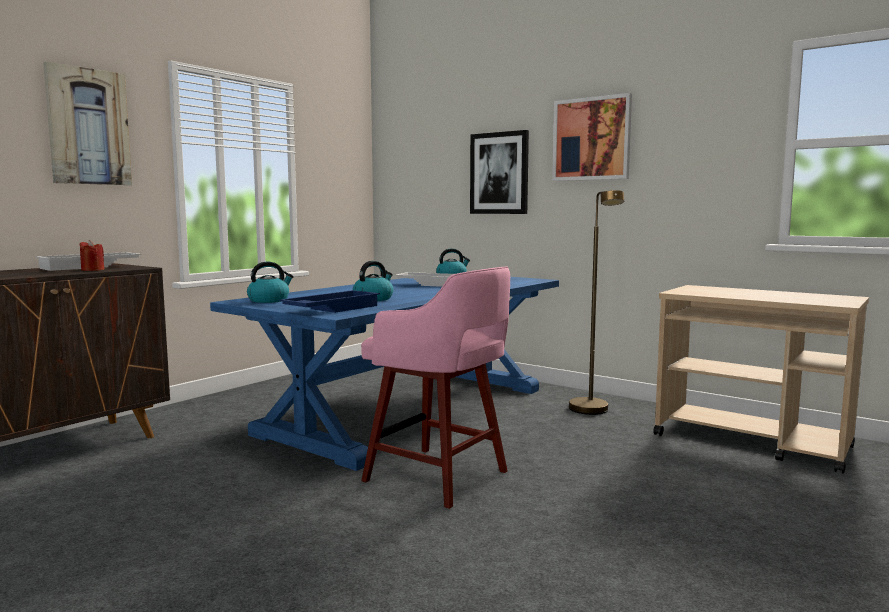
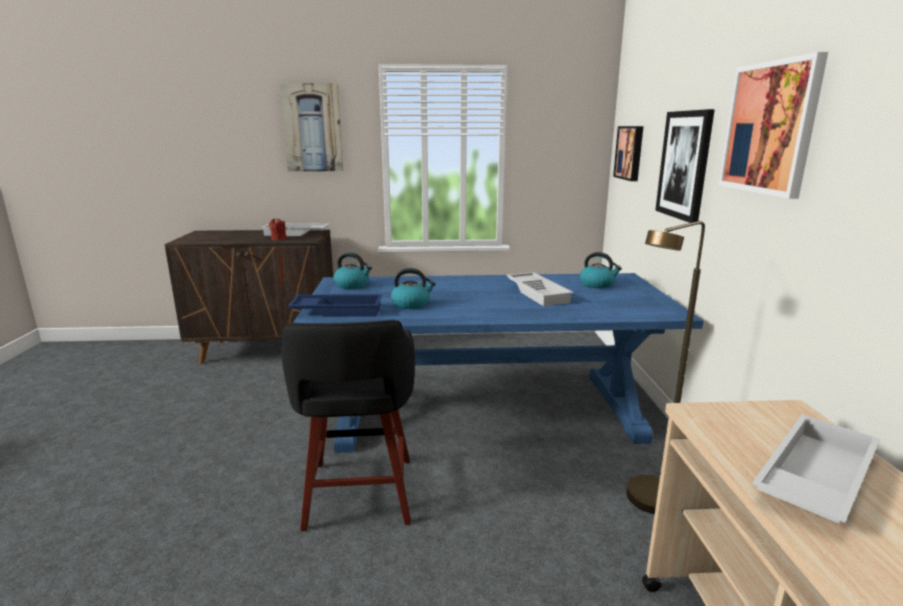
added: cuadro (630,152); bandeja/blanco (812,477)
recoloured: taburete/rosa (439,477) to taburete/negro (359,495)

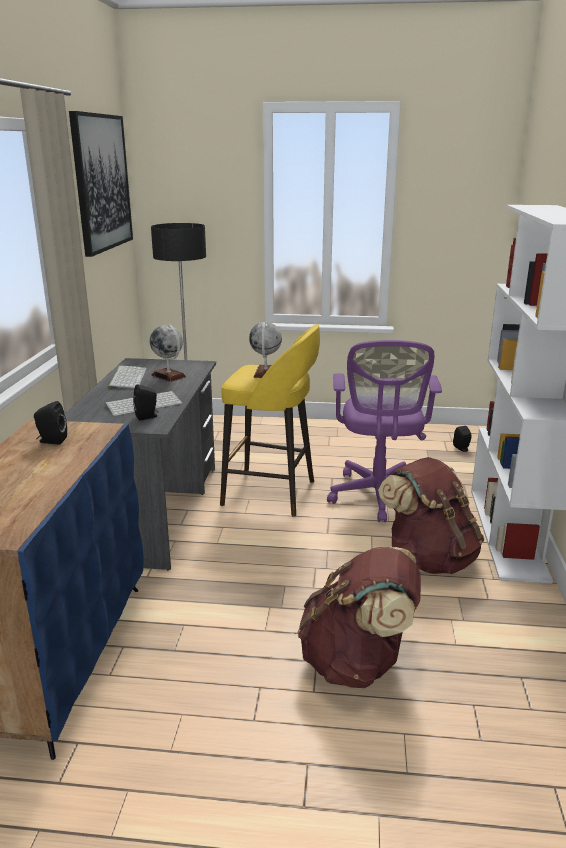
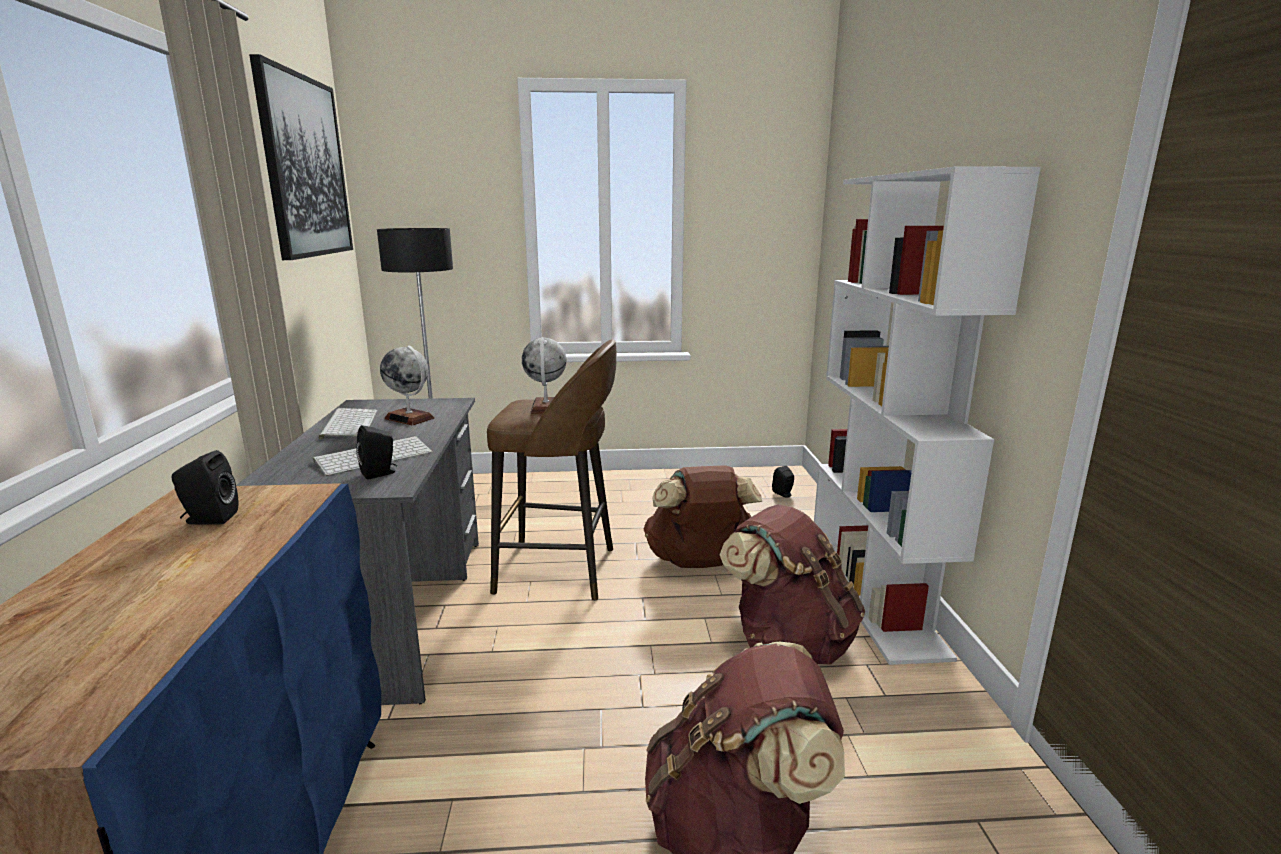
replaced: silla de oficina/morado (378,497) to mochila/marrón (700,563)
recoloured: taburete/amarillo (272,494) to taburete/marrón (560,571)

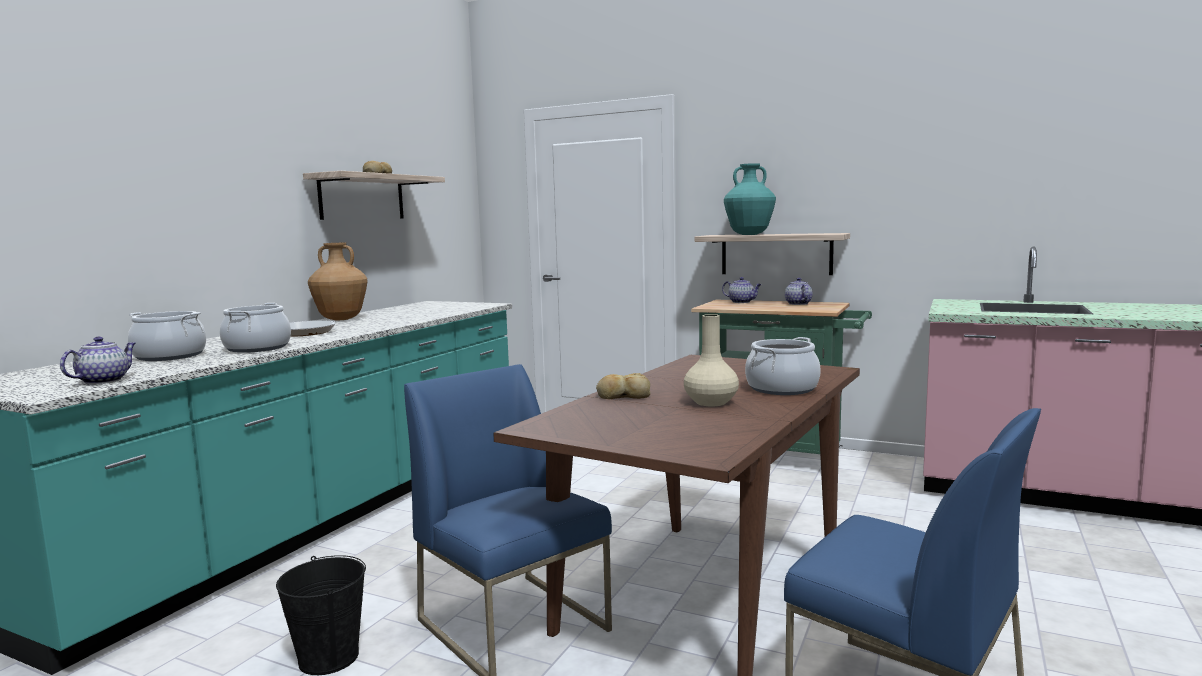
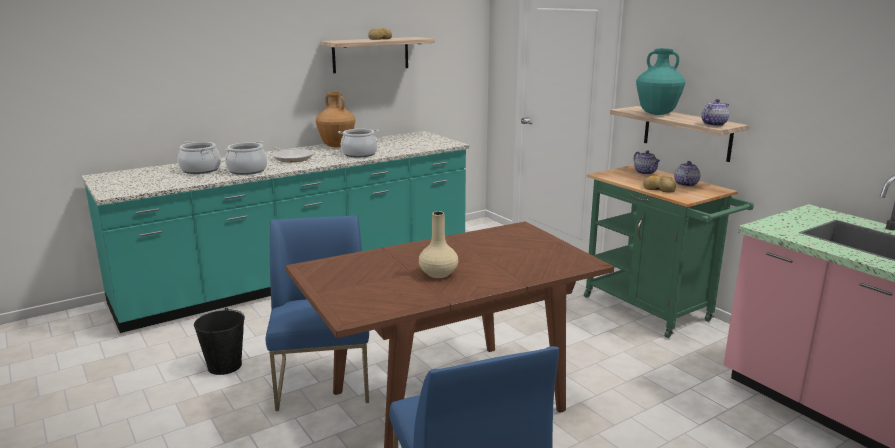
moved: tetera (104,381) to (713,124); pan (623,396) to (658,189); olla (781,388) to (359,154)

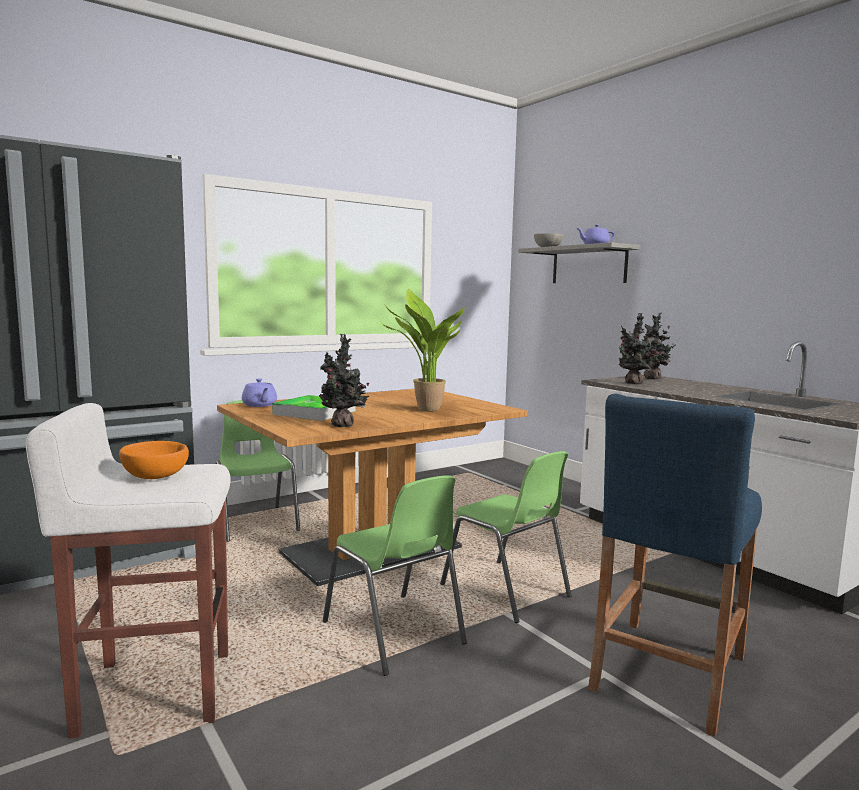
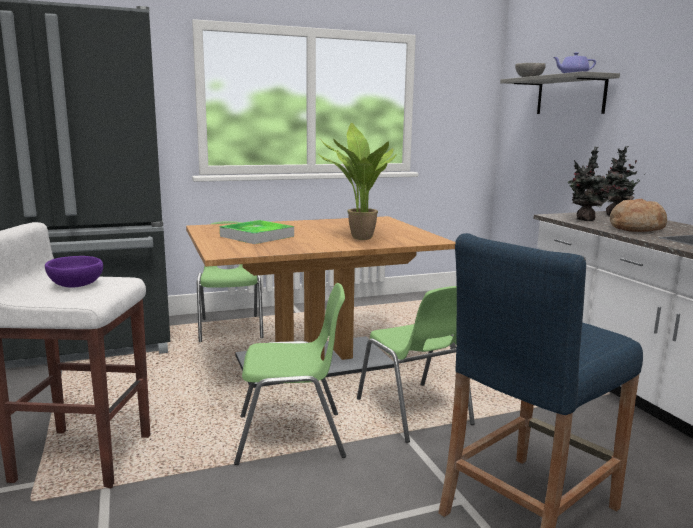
removed: tetera/morado (259,405); planta en maceta (343,425)
added: pan (636,228)
recoloured: cuenco/naranja (154,476) to cuenco/morado (75,285)
turned: silla/verde (394,634) = (292,437) 75 degrees counterclockwise

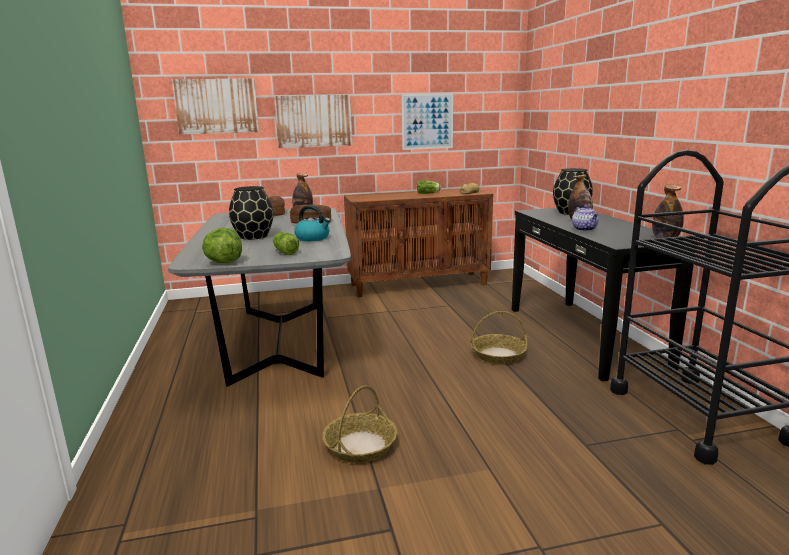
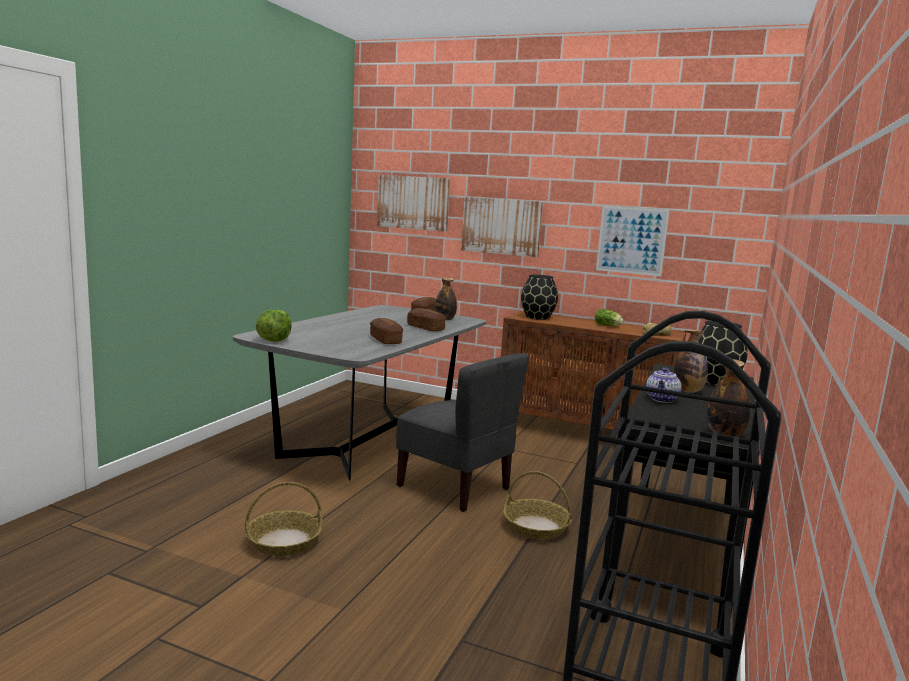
removed: lechuga (285,252)
added: silla/gris (455,487)
moved: florero/negro (253,236) to (537,317)
replaced: hervidor (313,238) to pan (385,340)

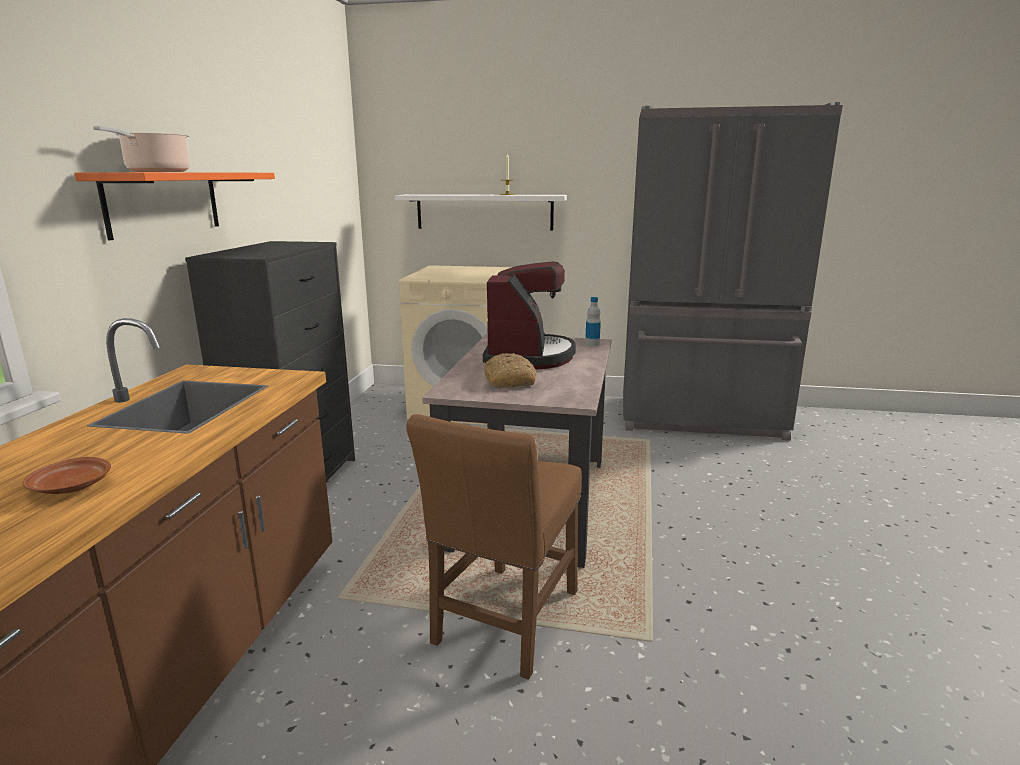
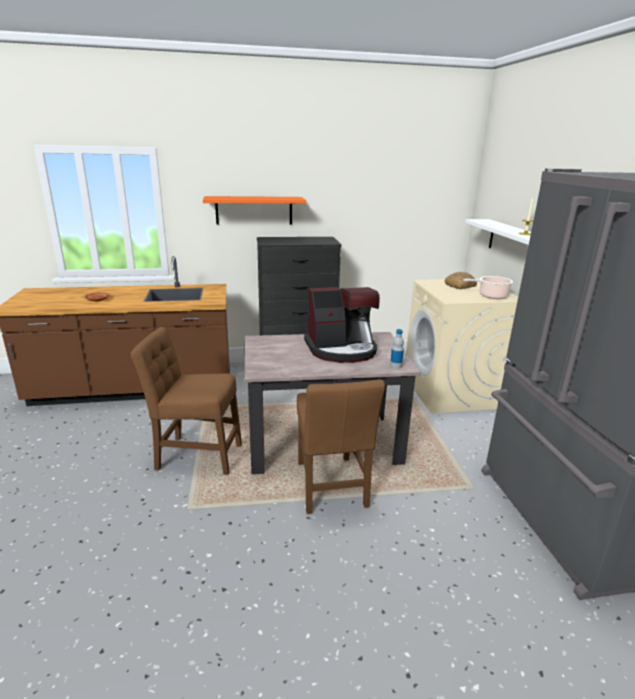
added: silla/marrón (331,487)
moved: olla (156,171) to (491,296); pan (508,380) to (460,286)

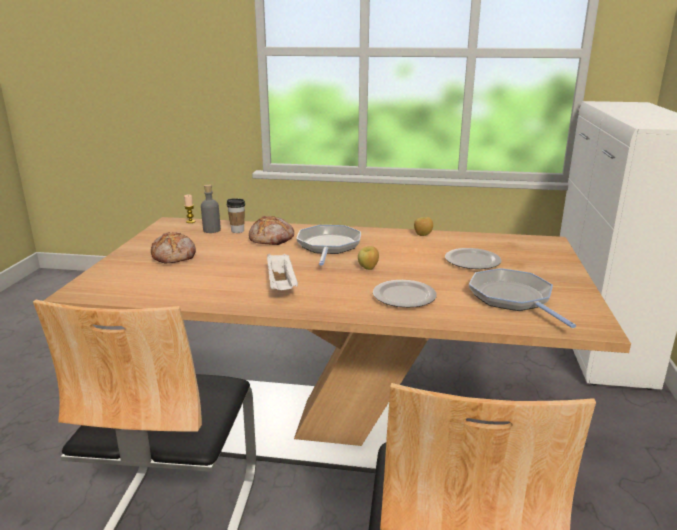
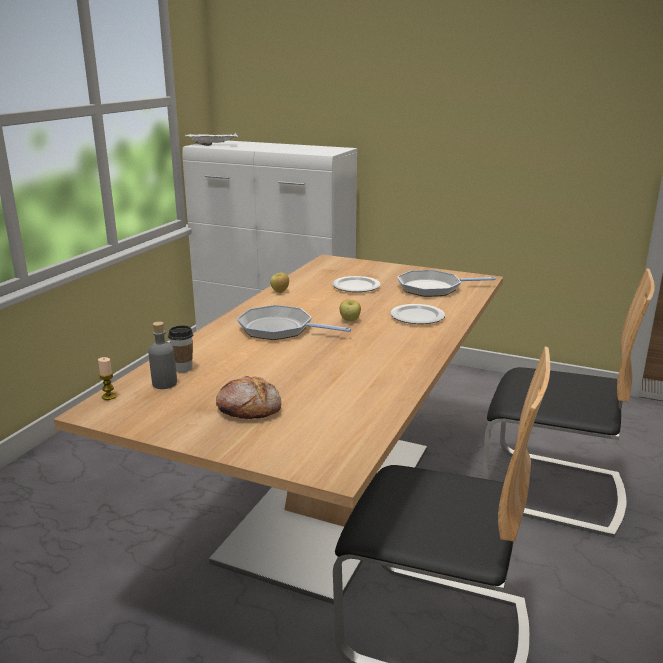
removed: pan (272,239)
moved: bandeja/blanco (282,285) to (213,145)

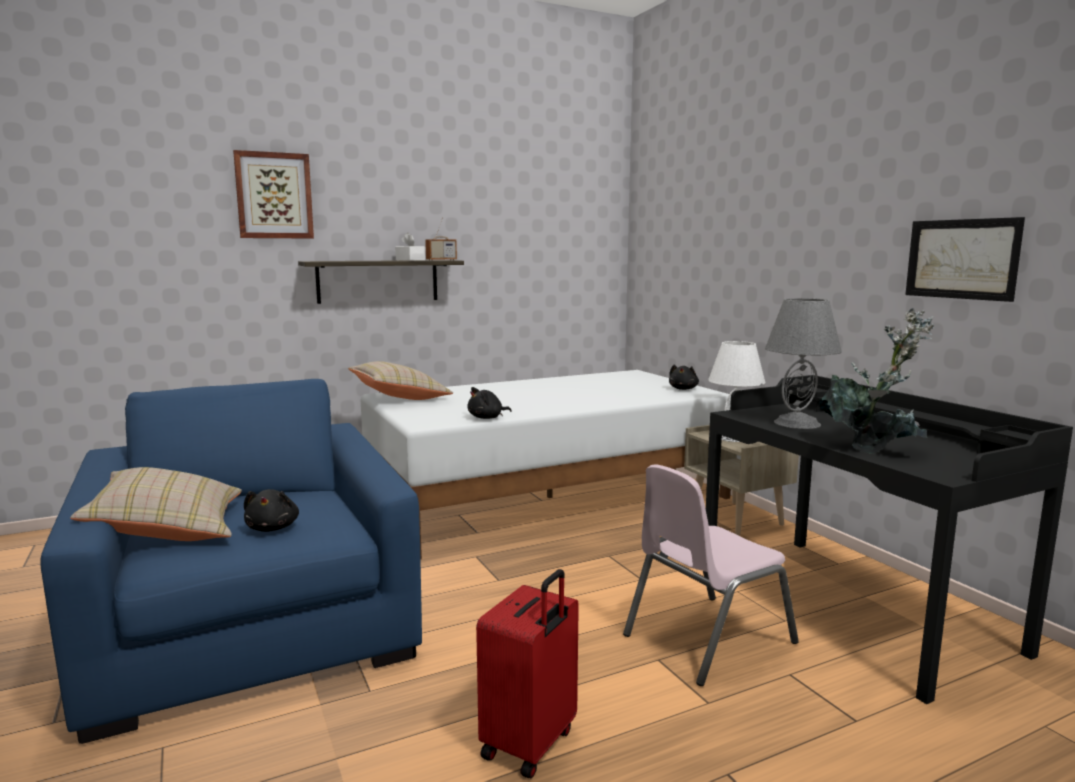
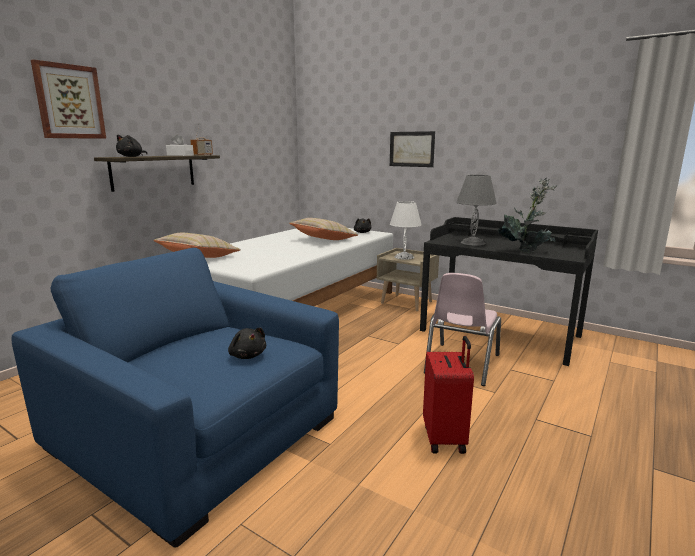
moved: cojín/beis (169,530) to (323,239); peluche/negro (487,418) to (132,156); cuadro (961,259) to (411,149)

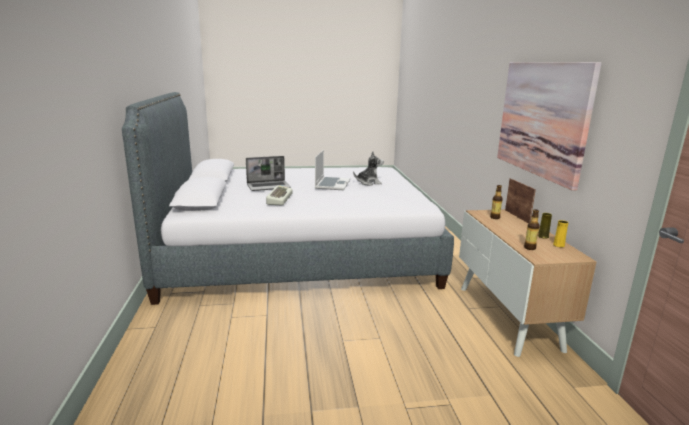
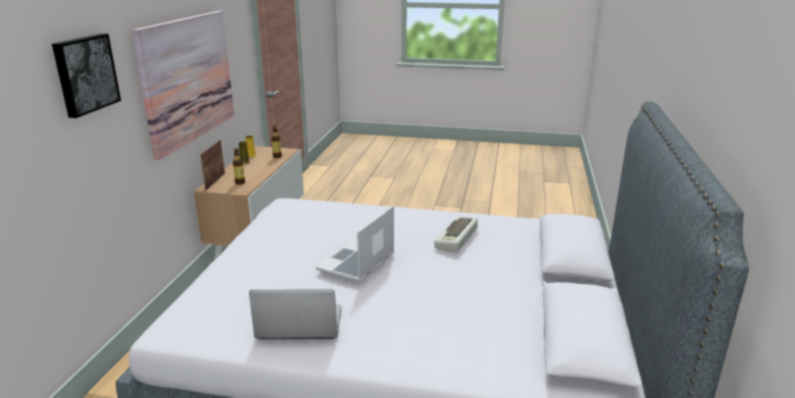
removed: peluche (368,183)
added: cuadro (85,74)
moved: portátil (269,186) to (298,325)

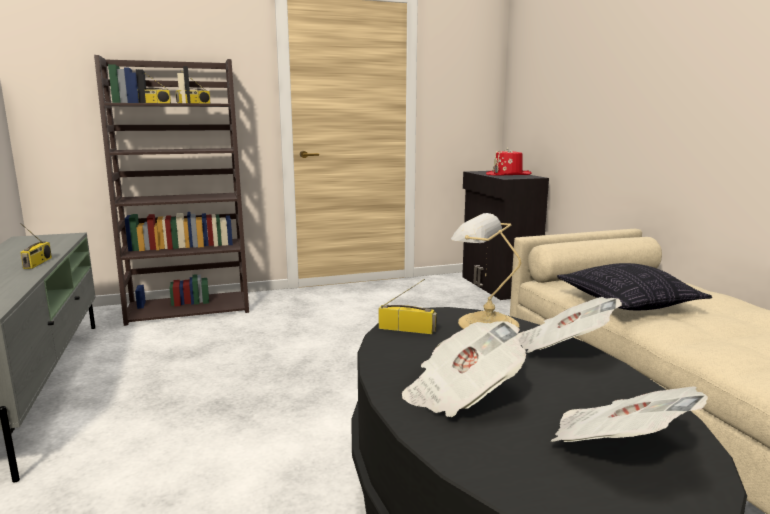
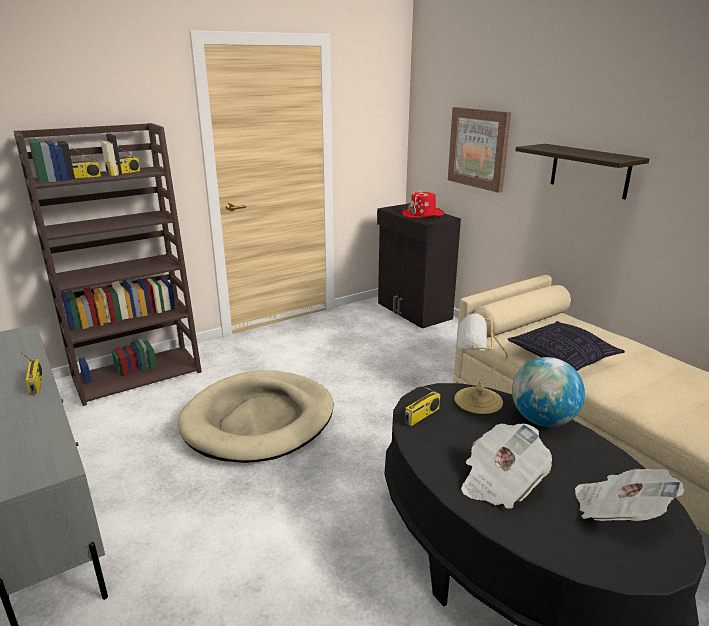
added: cama para perro/beis (259,420); cuadro (479,148); estante (589,171)
replaced: periódico (561,348) to globo terráqueo (542,420)
turned: radio (407,329) = (422,416) 135 degrees clockwise

